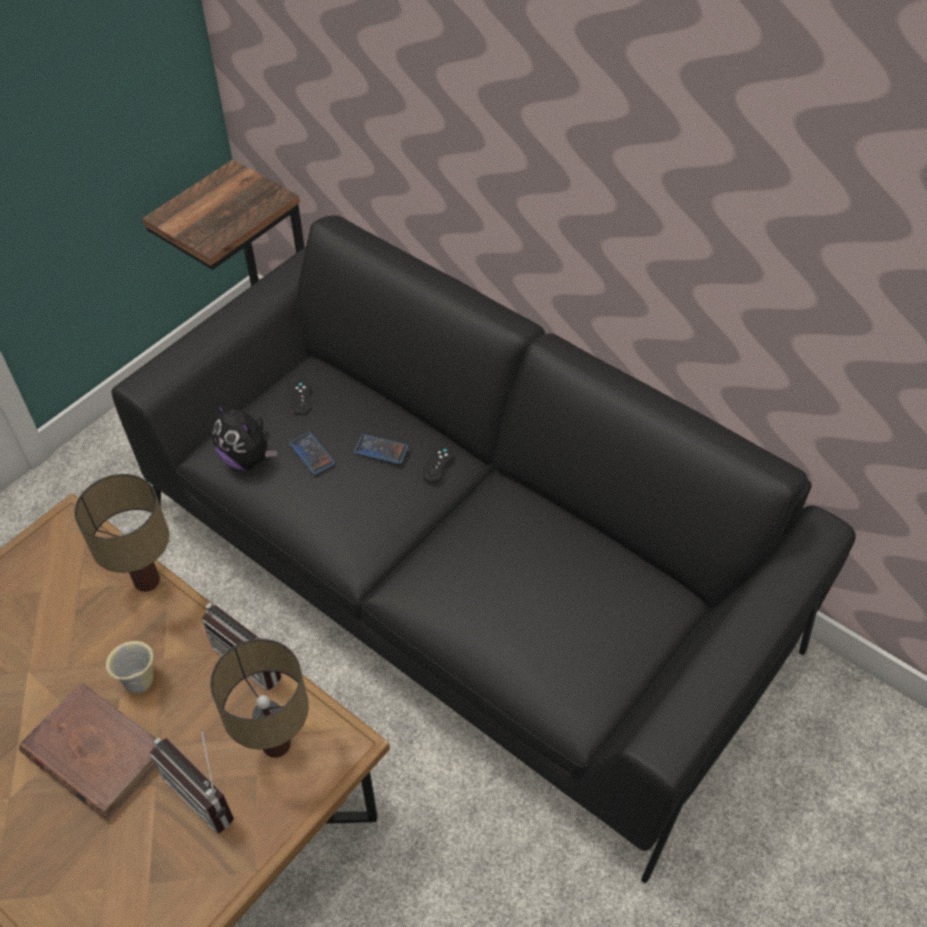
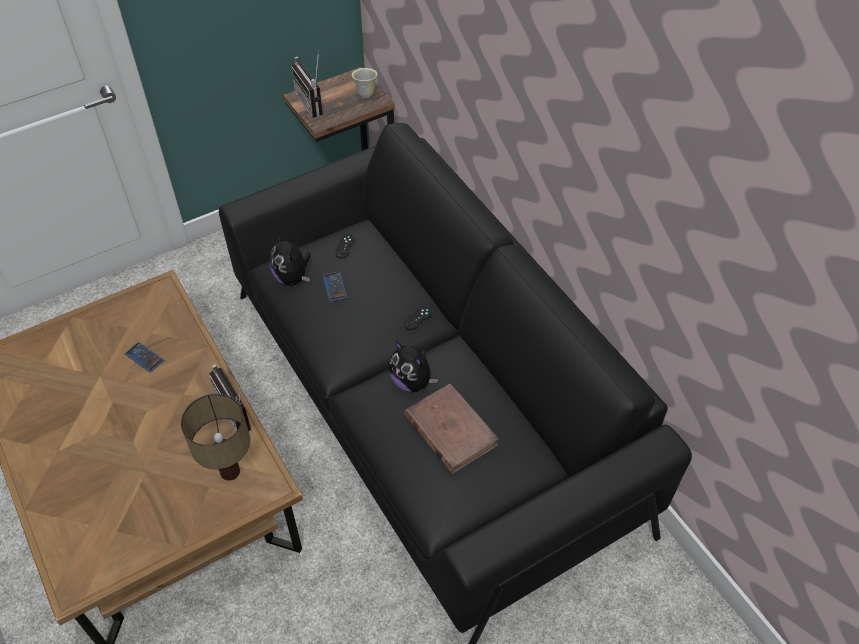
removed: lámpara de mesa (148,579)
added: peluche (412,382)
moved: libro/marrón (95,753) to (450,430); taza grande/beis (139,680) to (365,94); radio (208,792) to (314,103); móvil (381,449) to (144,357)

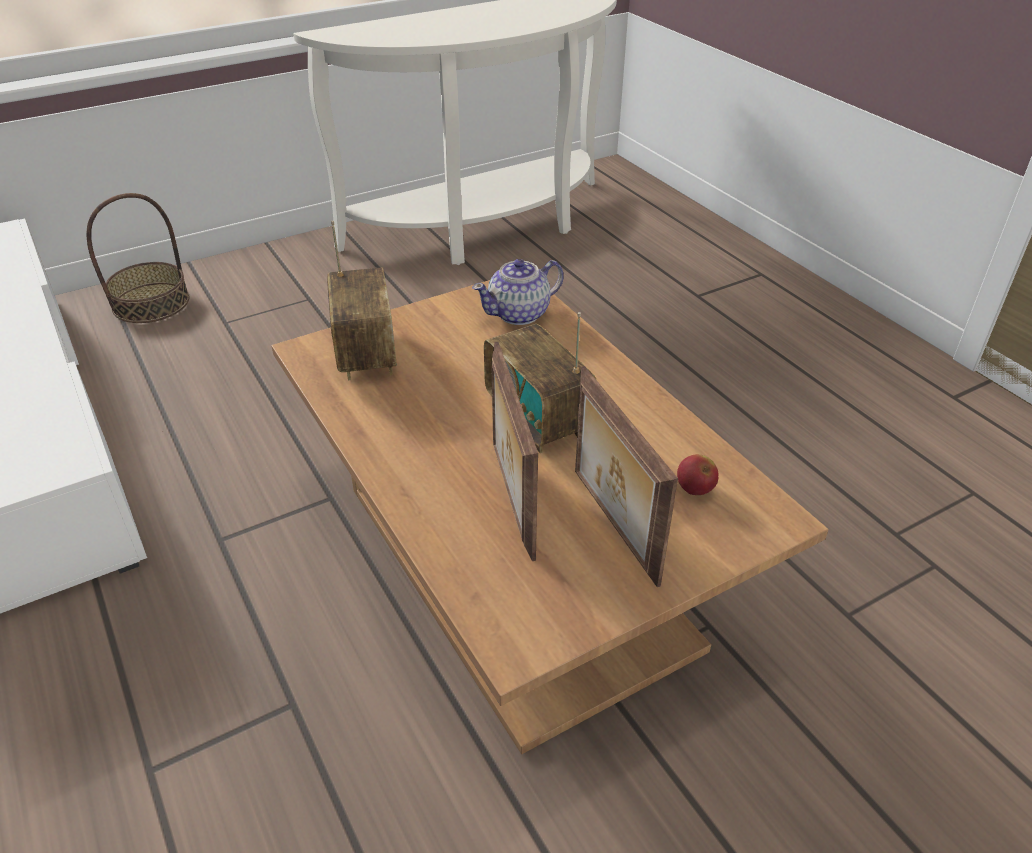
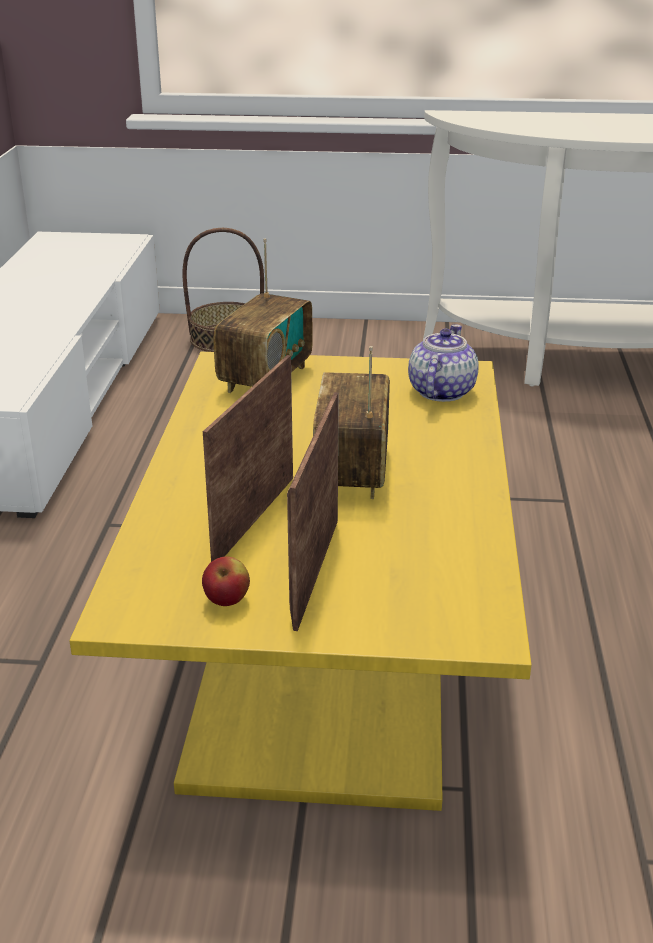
moved: manzana (694,489) to (227,601)
recoloured: mesa de centro/marrón (516,565) to mesa de centro/amarillo (326,648)
turned: tetera (520,314) = (440,392) 105 degrees clockwise

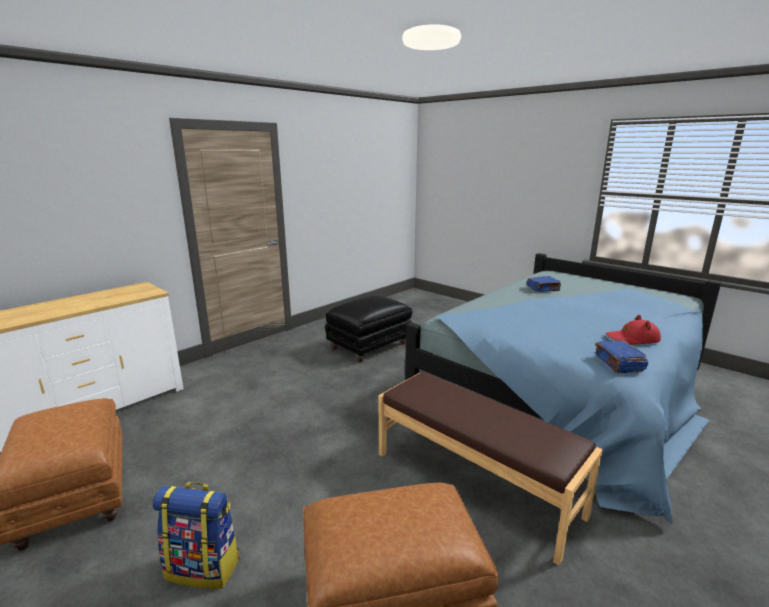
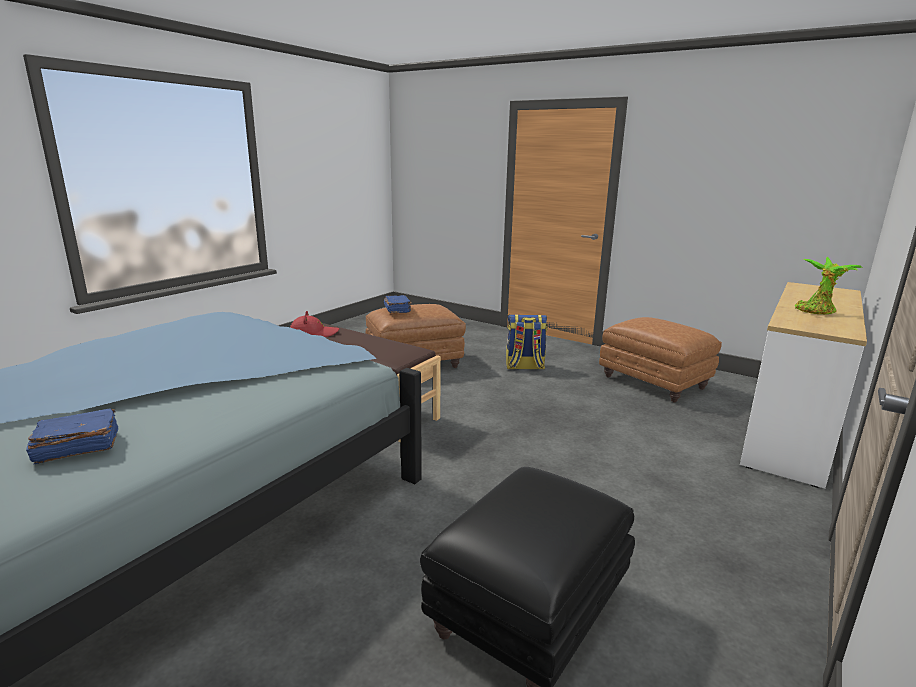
added: planta en maceta (817,311)
moved: libro/azul (619,364) to (397,310); sombrero/rojo (632,339) to (314,333)

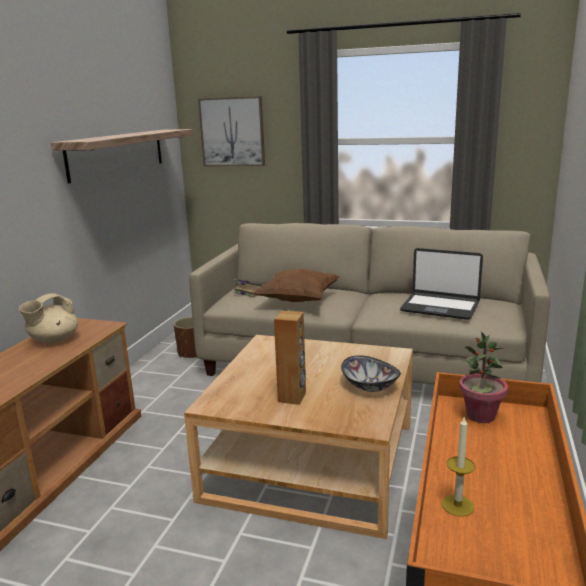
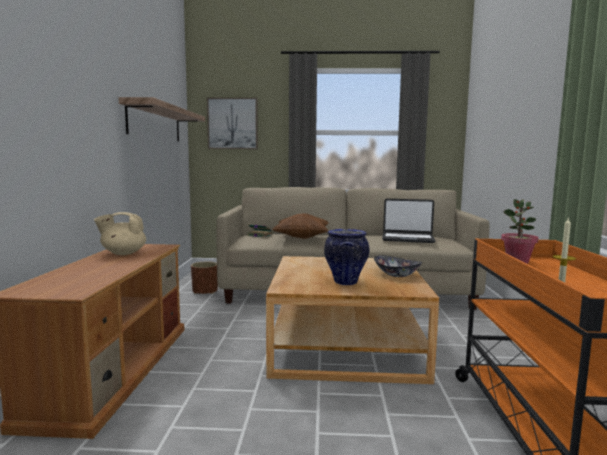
replaced: altavoz/marrón (292,397) to florero (345,282)
turned: tetera/beis (53,340) = (123,253) 60 degrees clockwise

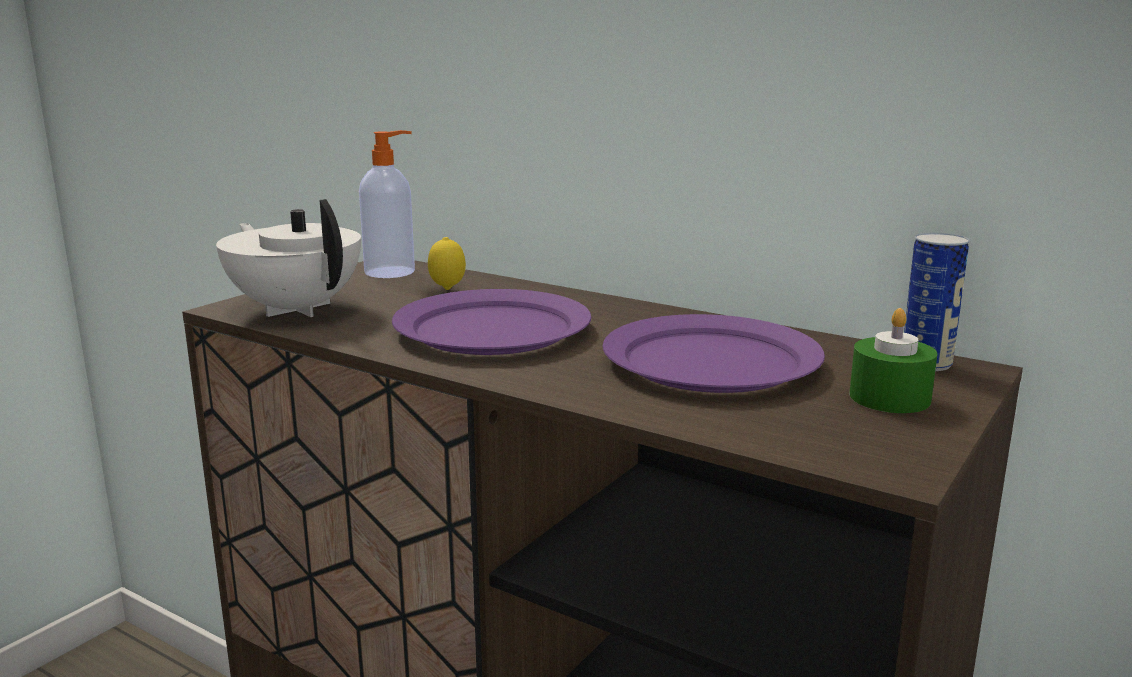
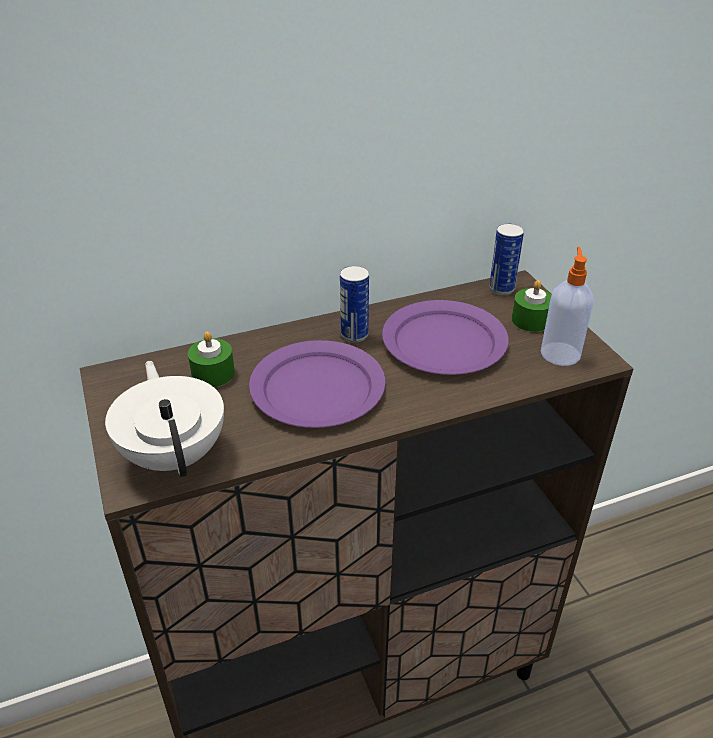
added: lata (354,335)
moved: dispensador de jabón (391,272) to (560,353)
replaced: limón (447,289) to vela/verde (213,373)
turned: tetera/blanco (296,309) = (175,454) 75 degrees clockwise

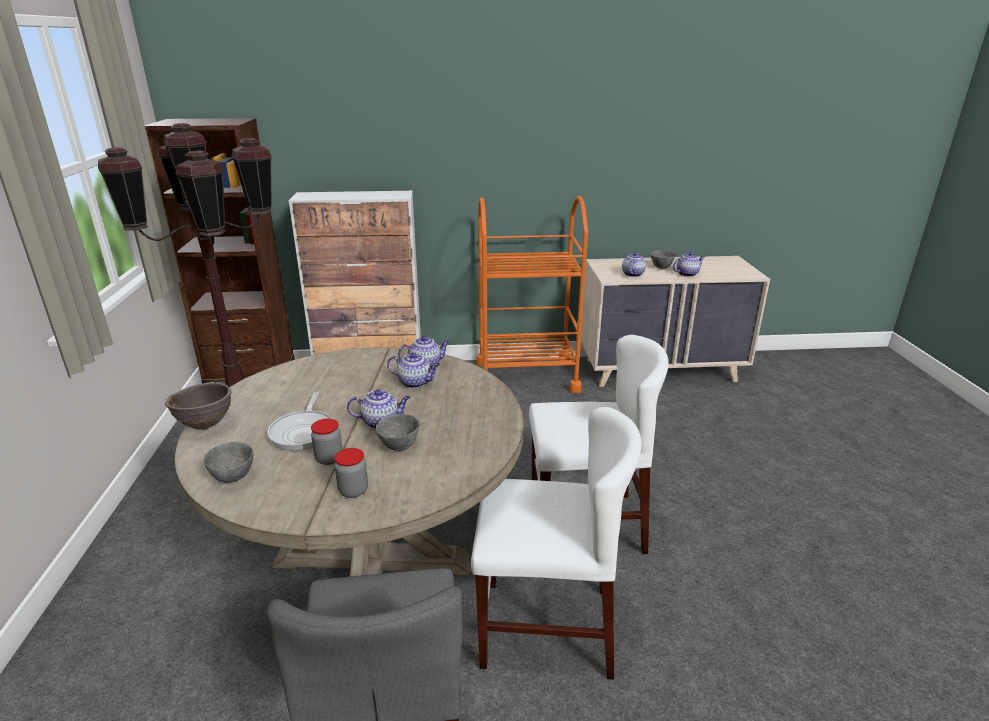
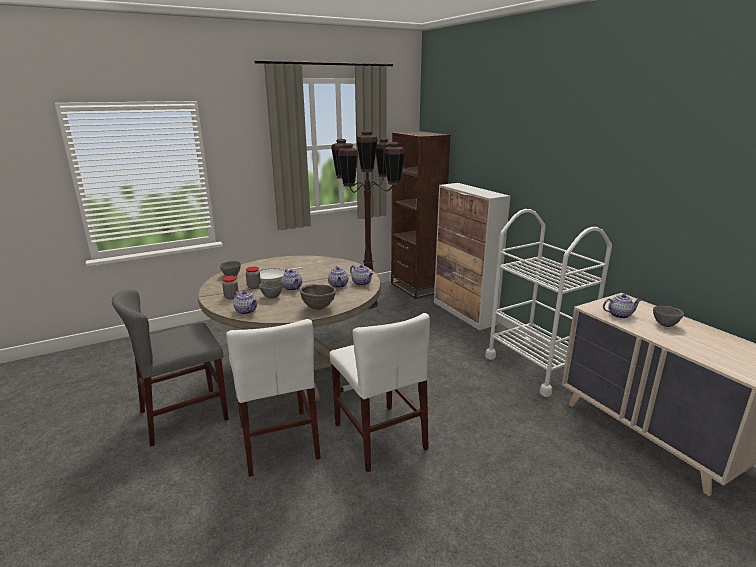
moved: cuenco/marrón (206,425) to (318,308); tetera (687,274) to (246,311)
recoloured: carrito/naranja (526,376) to carrito/blanco (536,367)

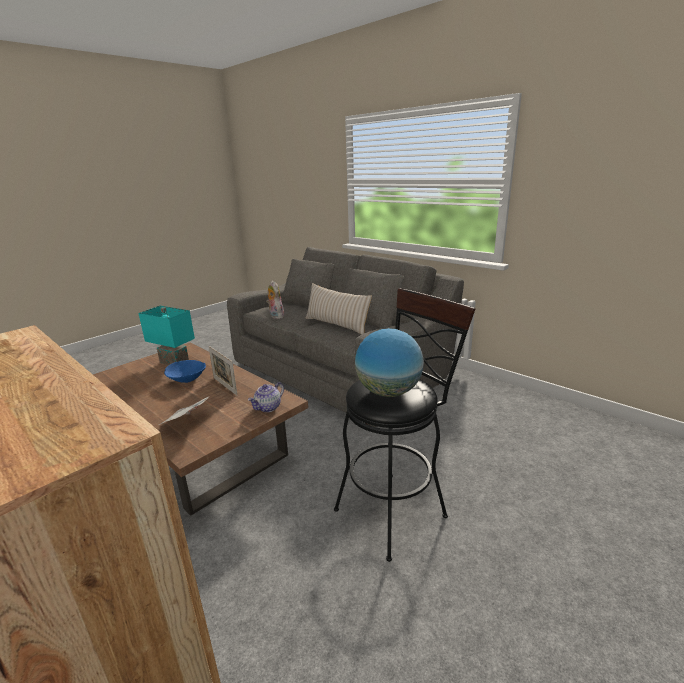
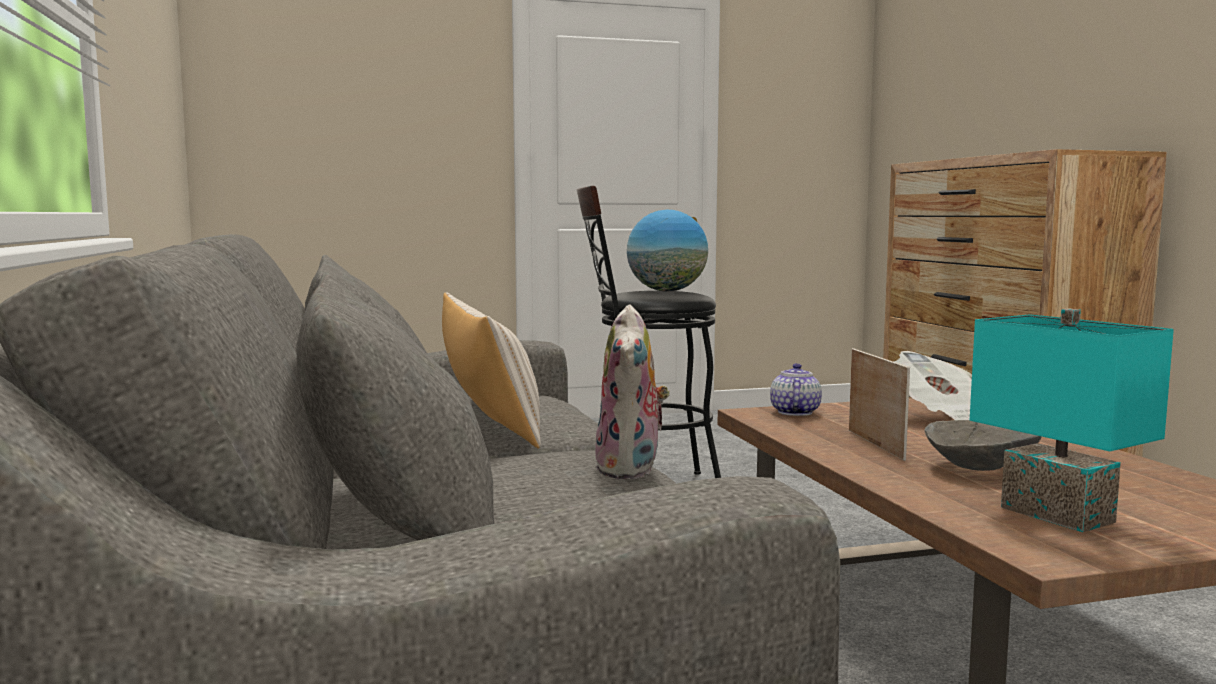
recoloured: cuenco/azul (188,379) to cuenco/gris (979,469)
turned: tetera (268,407) = (794,412) 60 degrees counterclockwise

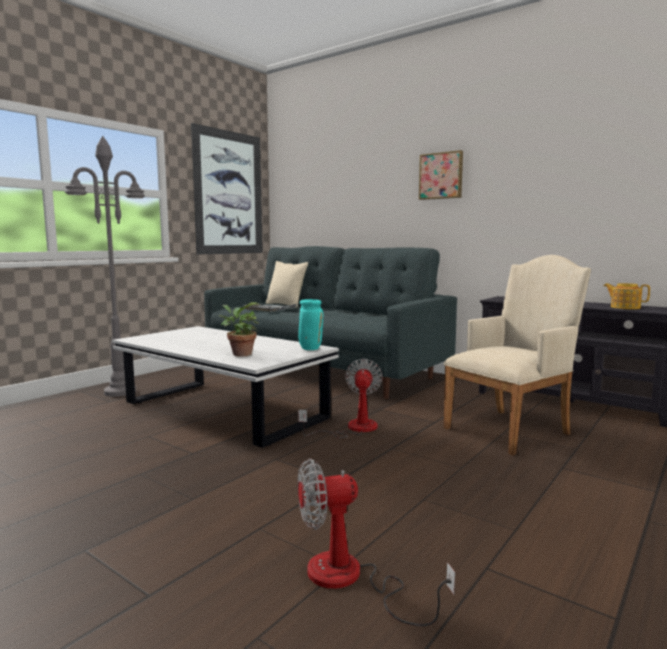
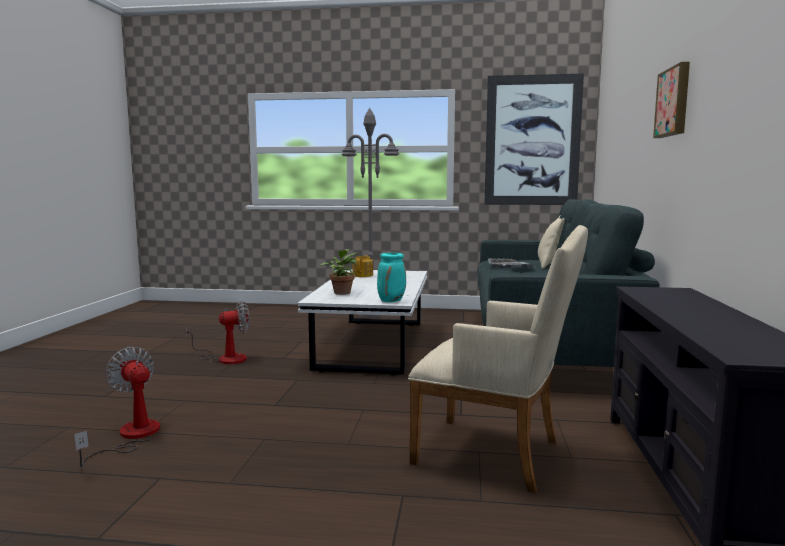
moved: ventilador (352,428) to (225,358); tetera (624,307) to (363,275)

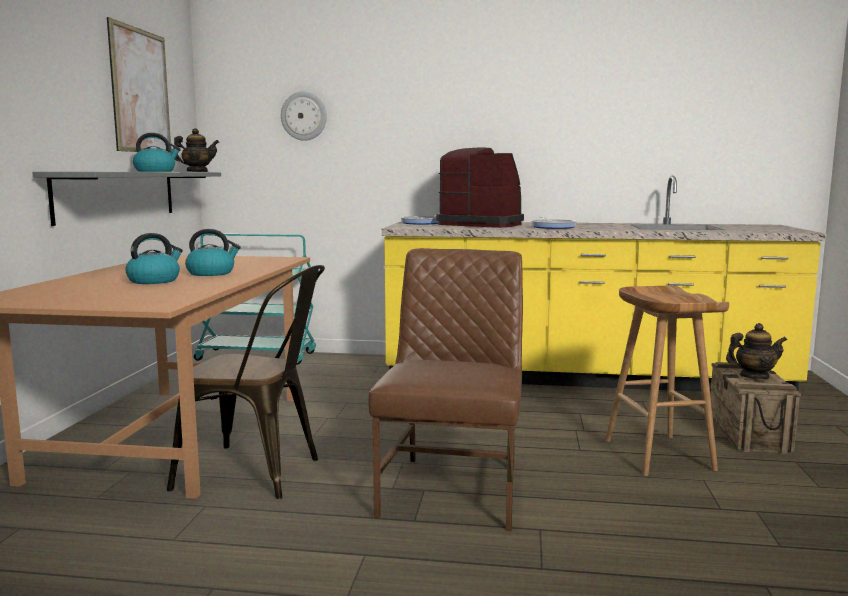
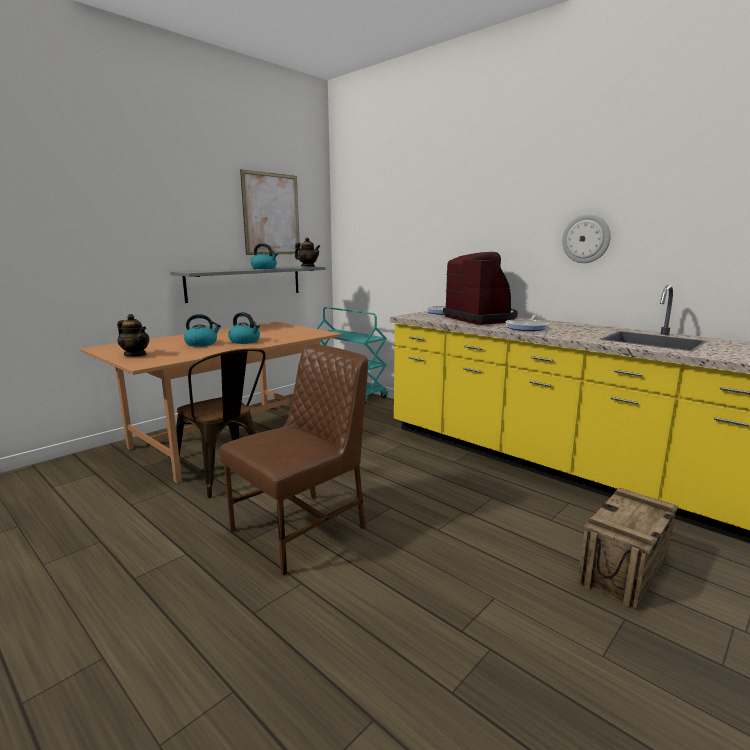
removed: taburete/marrón (656,454)
moved: reloj de pared (304,116) to (586,239); tetera (754,376) to (135,355)

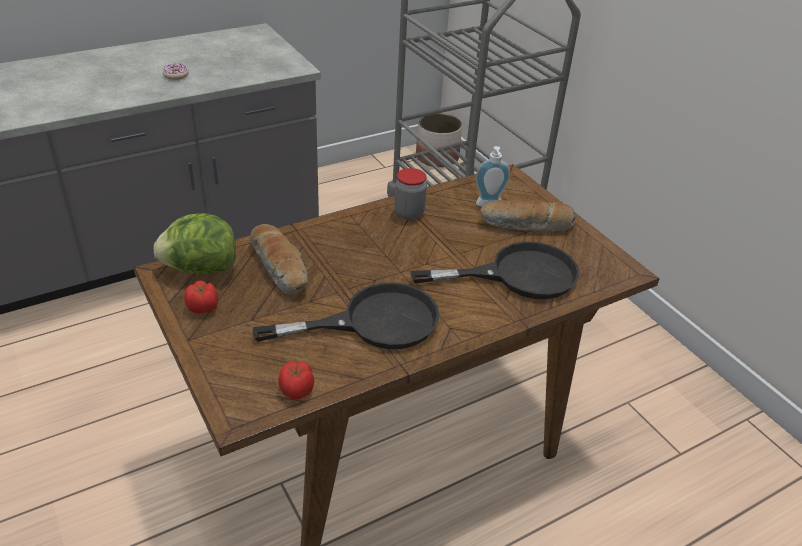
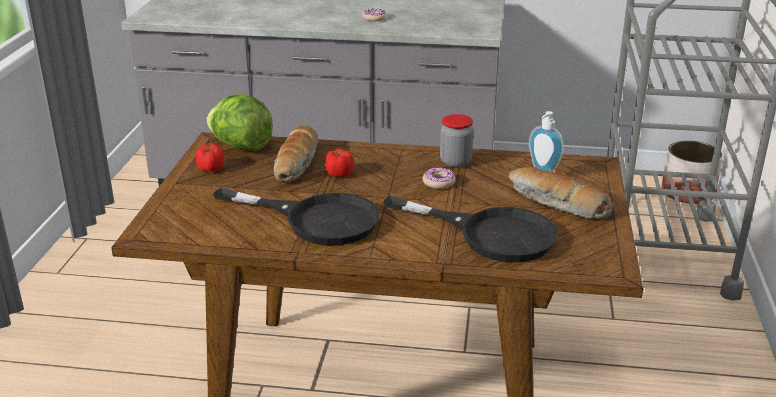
added: rosquilla (438,182)
moved: tomate (296,391) to (338,174)

